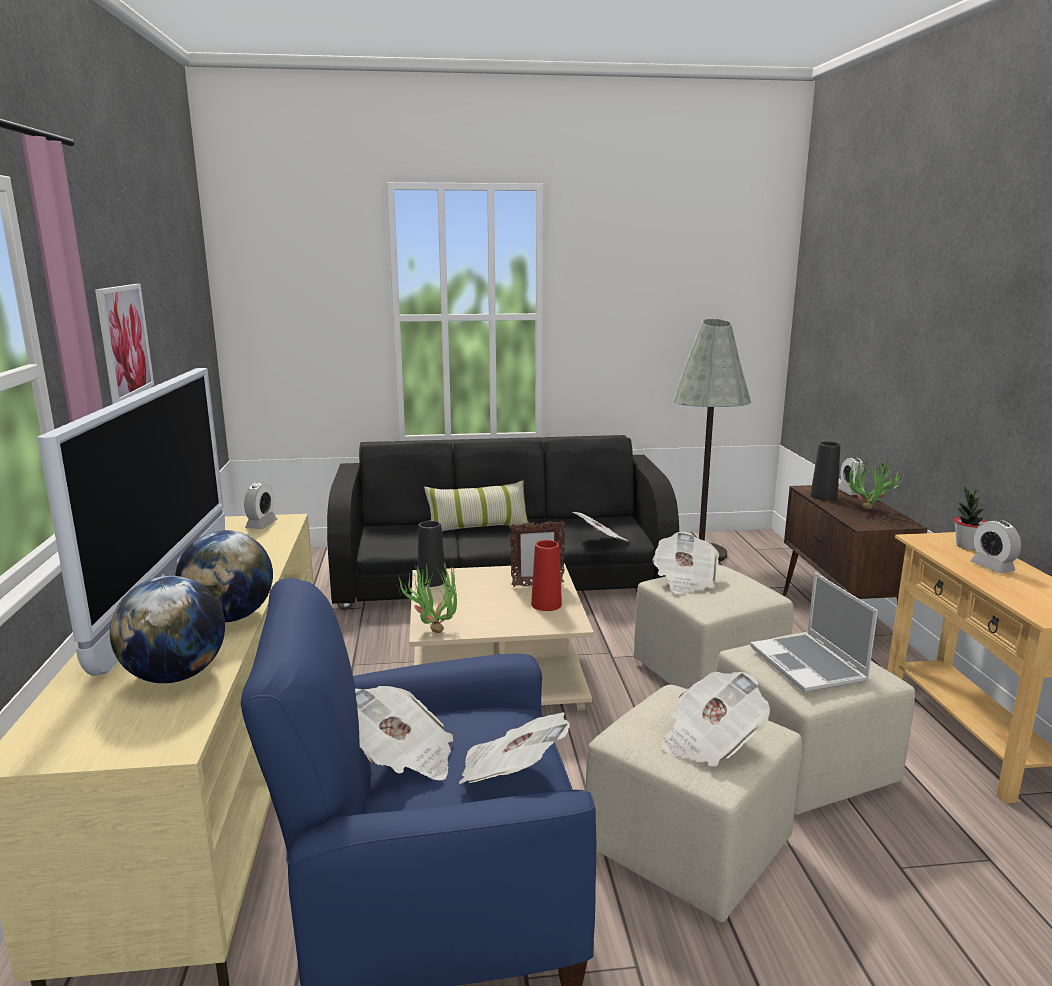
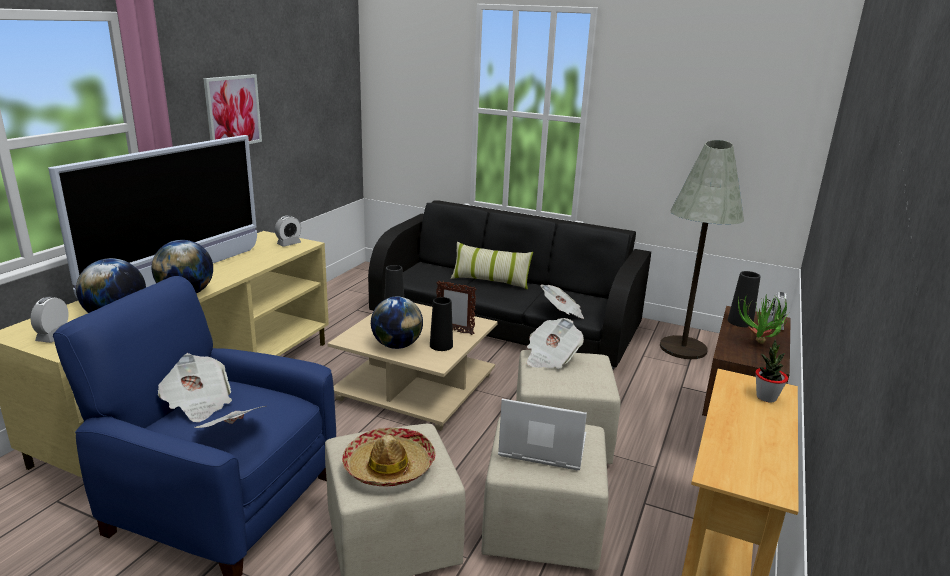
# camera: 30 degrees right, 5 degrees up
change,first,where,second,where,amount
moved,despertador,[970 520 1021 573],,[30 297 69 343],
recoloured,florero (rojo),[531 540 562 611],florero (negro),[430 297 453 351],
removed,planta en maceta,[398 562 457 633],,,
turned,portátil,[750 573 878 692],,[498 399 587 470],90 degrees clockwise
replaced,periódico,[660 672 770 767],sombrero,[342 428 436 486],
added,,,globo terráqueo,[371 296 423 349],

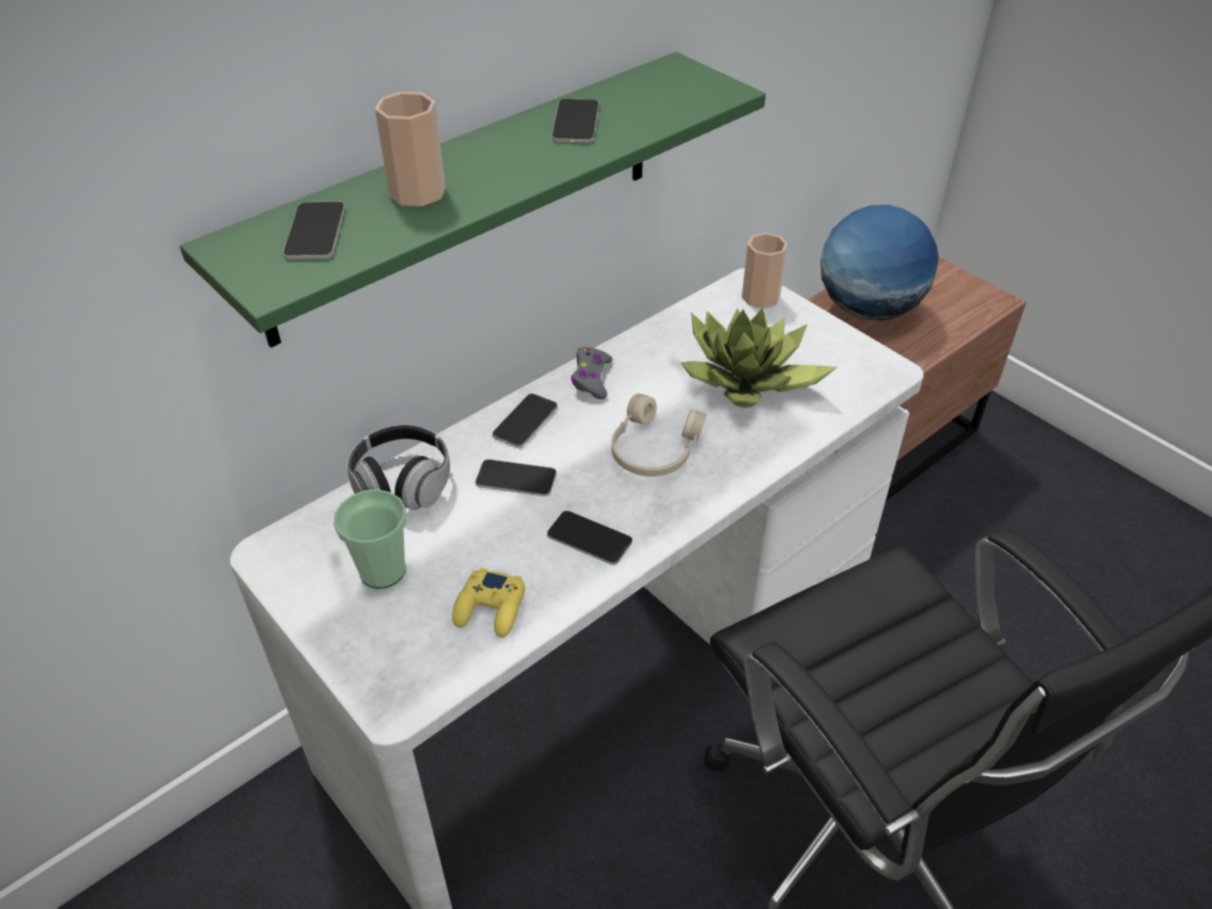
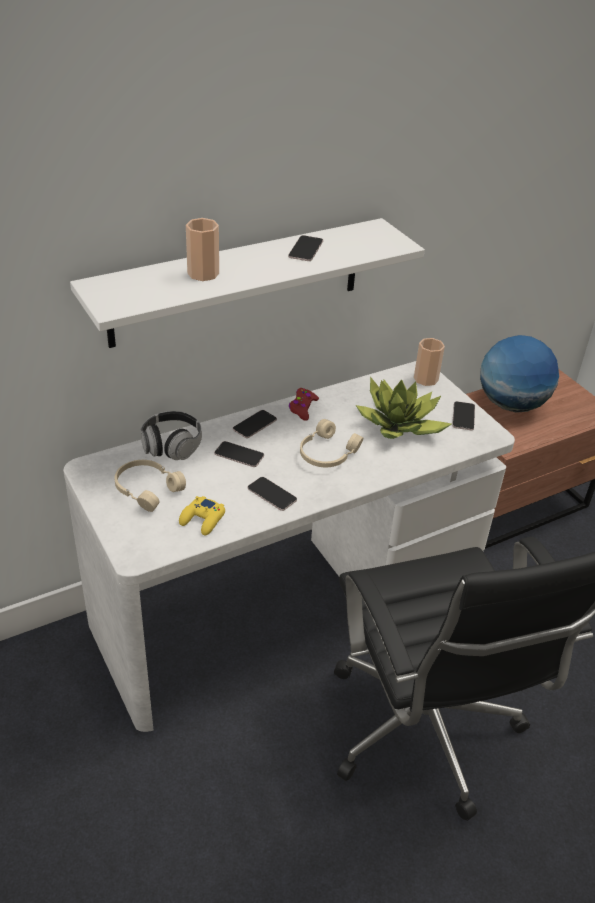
# camera: 10 degrees right, 5 degrees down
change,first,where,second,where,amount
recoloured,estante (verde),[180 52 766 348],estante (blanco),[70 218 425 348],
moved,móvil,[283 201 345 259],,[452 401 475 430],
recoloured,mando de consola (gris),[571 346 612 399],mando de consola (rojo),[289 388 319 421],
replaced,taza,[334 489 406 589],auriculares (beis),[114 460 186 512],

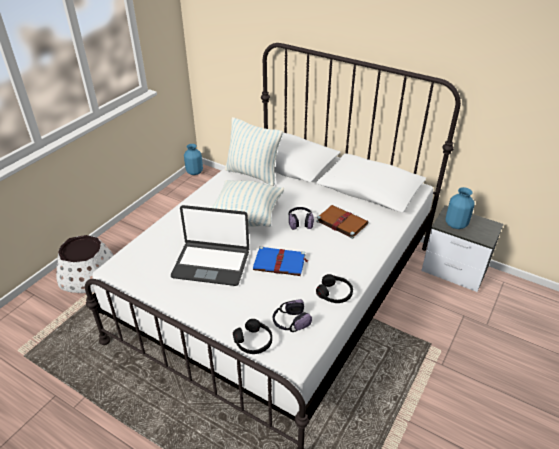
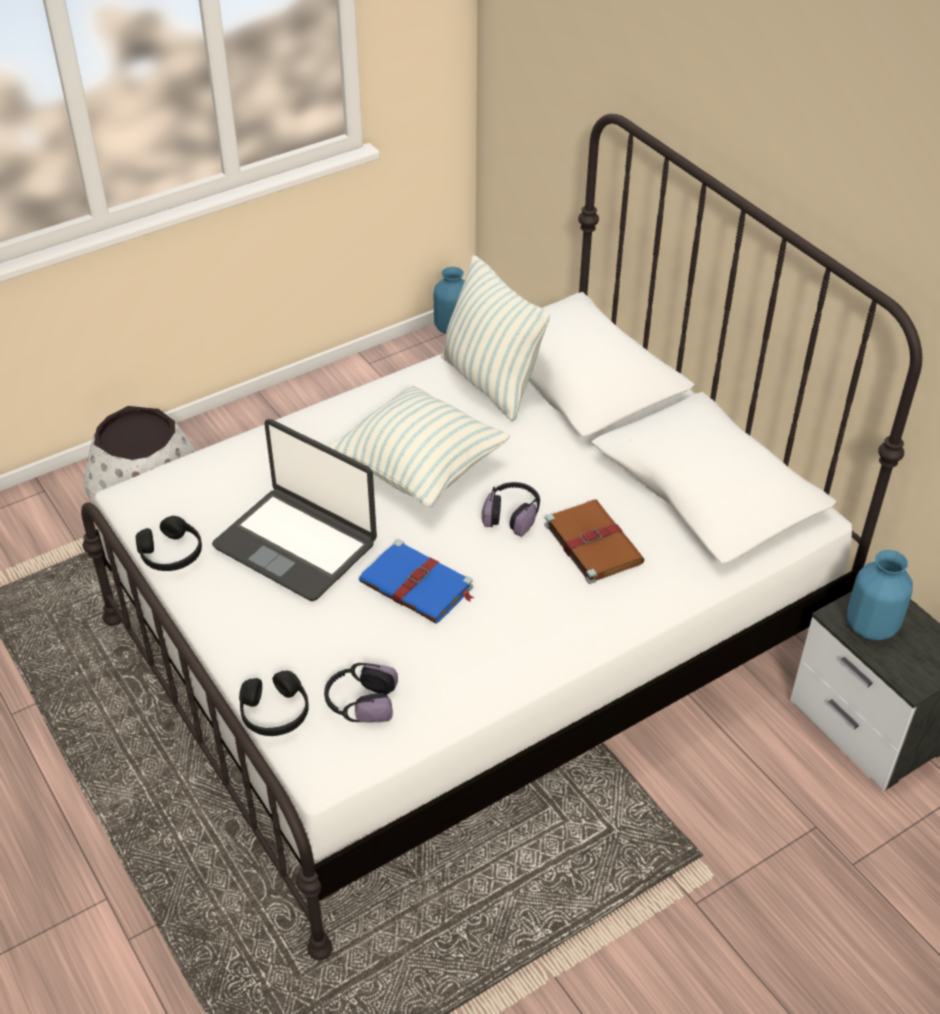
# camera: 25 degrees right, 5 degrees up
change,first,where,second,where,amount
moved,auriculares (negro),[316 274 353 303],,[136 516 202 571],

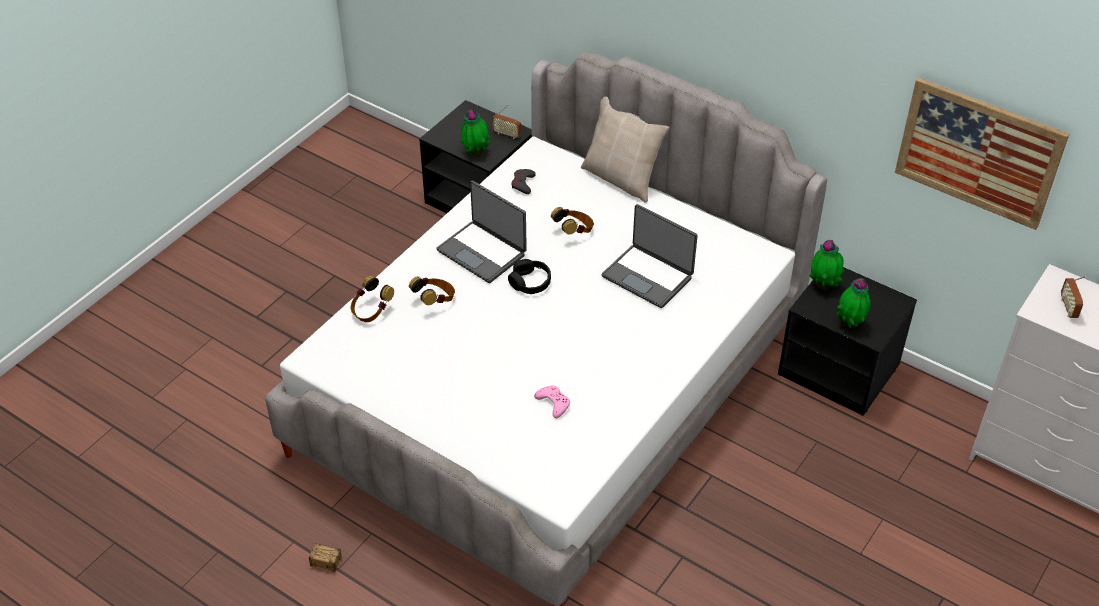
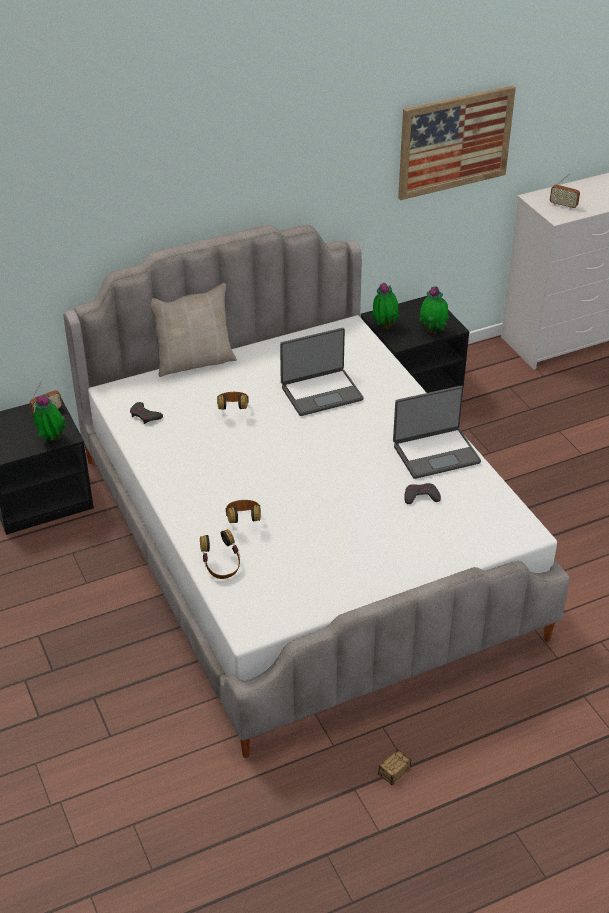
# camera: 60 degrees left, 5 degrees down
change,first,where,second,where,amount
moved,portátil,[436 181 527 283],,[393 386 481 479],
removed,auriculares (negro),[508 259 551 294],,,
recoloured,mando de consola (rosa),[534 385 570 418],mando de consola (gris),[404 483 441 504],

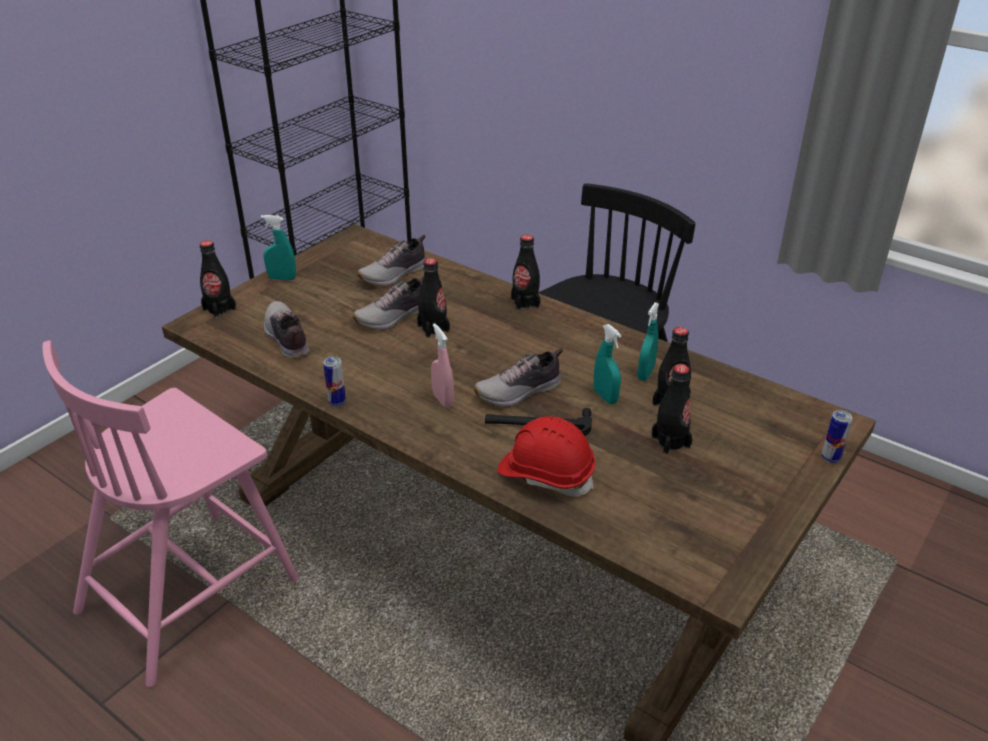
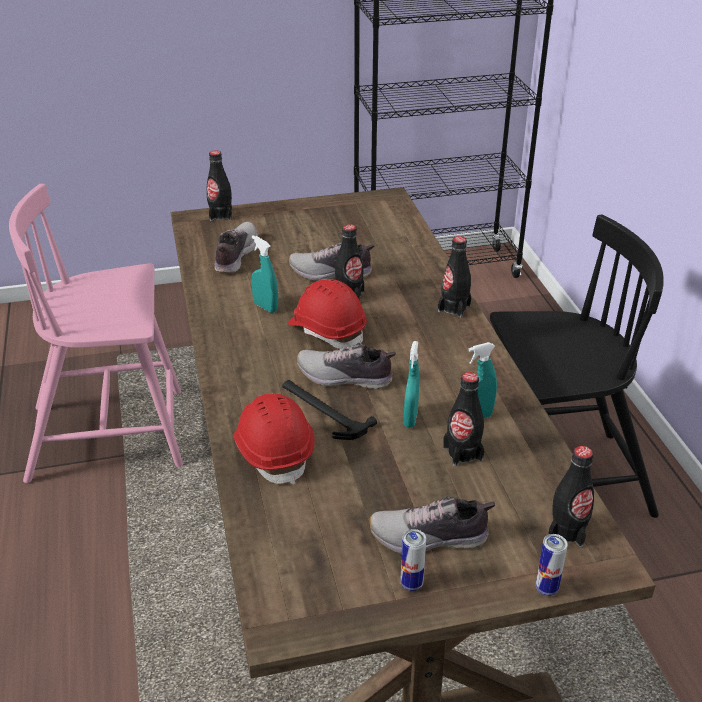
# camera: 40 degrees right, 0 degrees up
change,first,where,second,where,amount
moved,pulverizador (turquesa),[261 215 296 280],,[251 235 278 313],
moved,zapato,[357 235 426 287],,[369 496 495 554],
removed,pulverizador (rosa),[431 323 454 408],,,
moved,lata,[323 356 346 407],,[400 529 426 591],
moved,botella (negro),[651 364 692 454],,[548 446 594 547],
added,,,casco (rojo),[287 279 367 349],

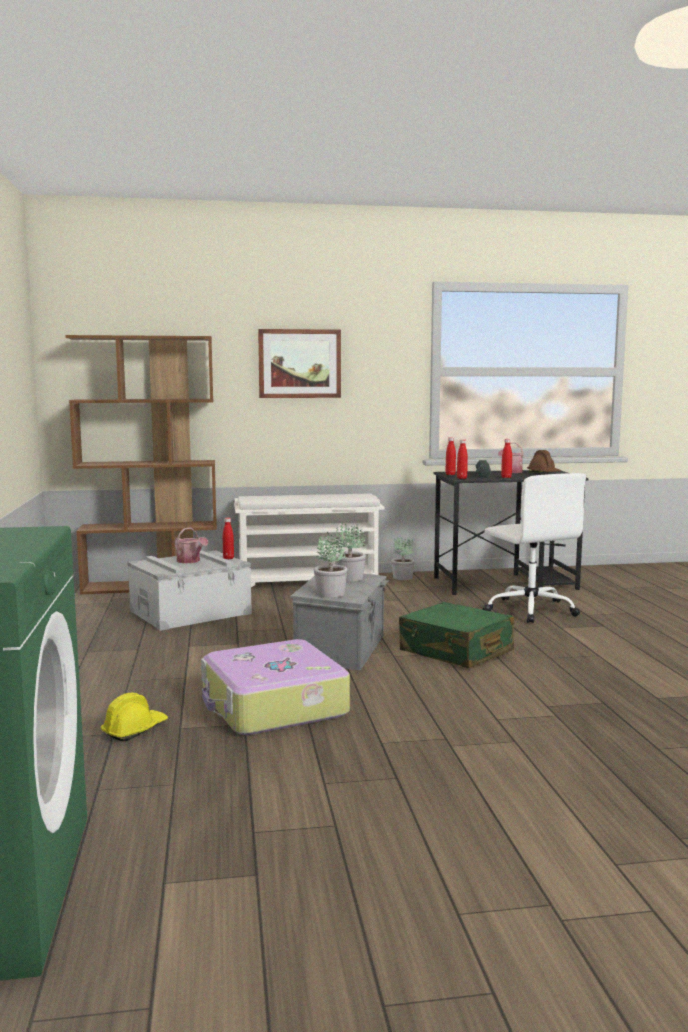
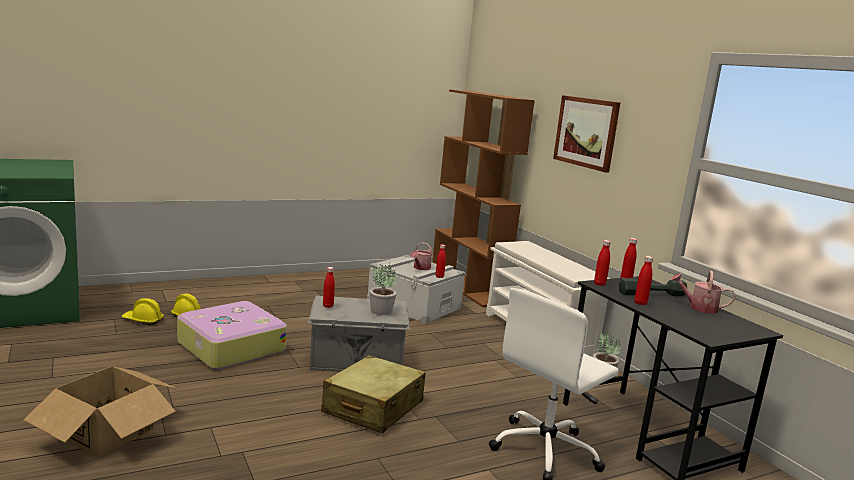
# camera: 70 degrees right, 5 degrees up
change,first,where,second,where,amount
removed,casco (marrón),[527 450 561 473],,,
replaced,planta en maceta,[314 532 348 598],botella (rojo),[323 267 335 308],
recoloured,maleta (verde),[399 602 514 668],maleta (beis),[321 355 426 433],
added,,,casco (amarillo),[122 298 164 325],
added,,,caja de cartón,[23 366 178 457],

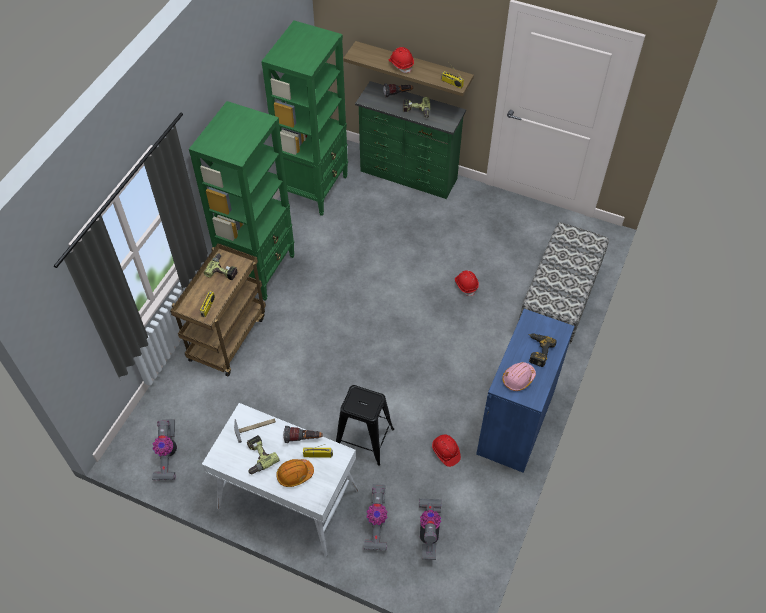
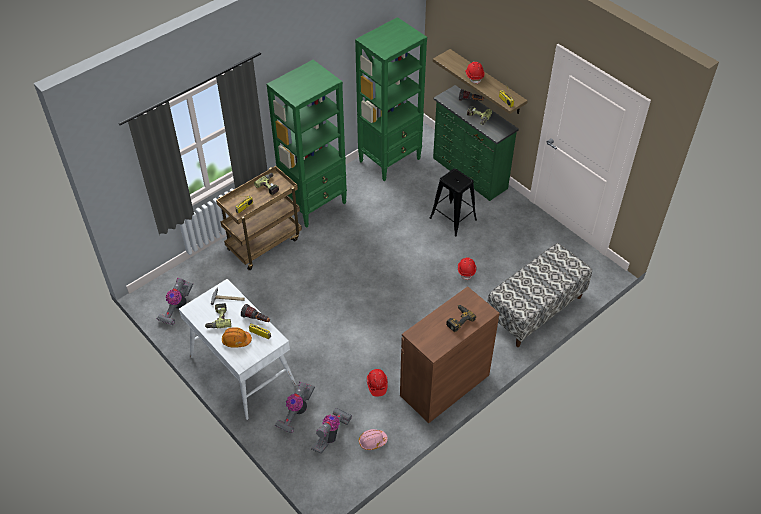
# camera: 25 degrees right, 5 degrees down
change,first,where,second,where,amount
recoloured,armario (azul),[476 309 574 473],armario (marrón),[400 286 500 423],
moved,casco (rosa),[502 362 536 391],,[359 429 388 450],
moved,taburete (negro),[336 385 394 466],,[430 169 477 237],

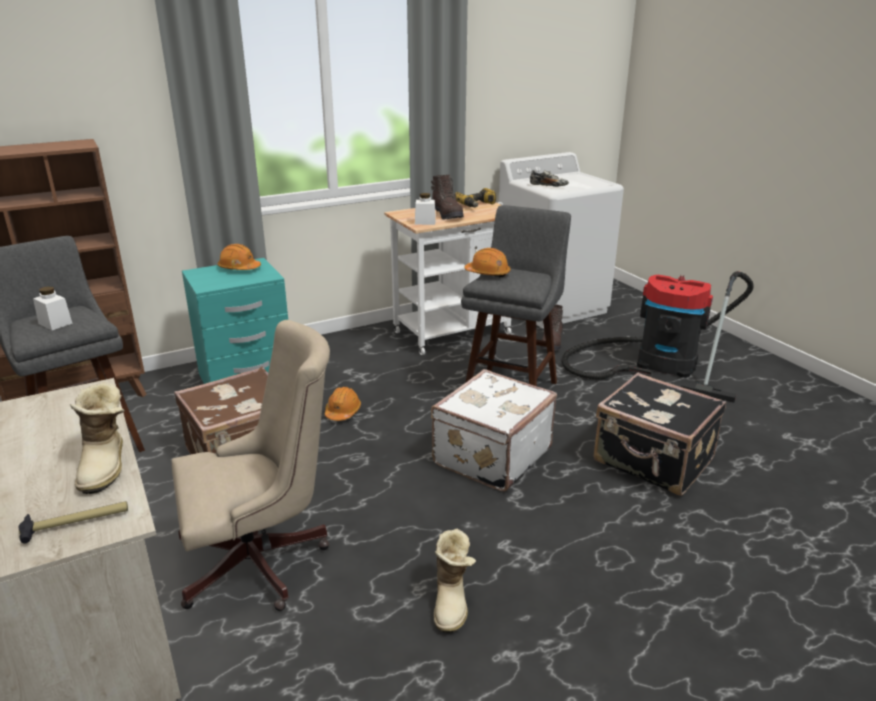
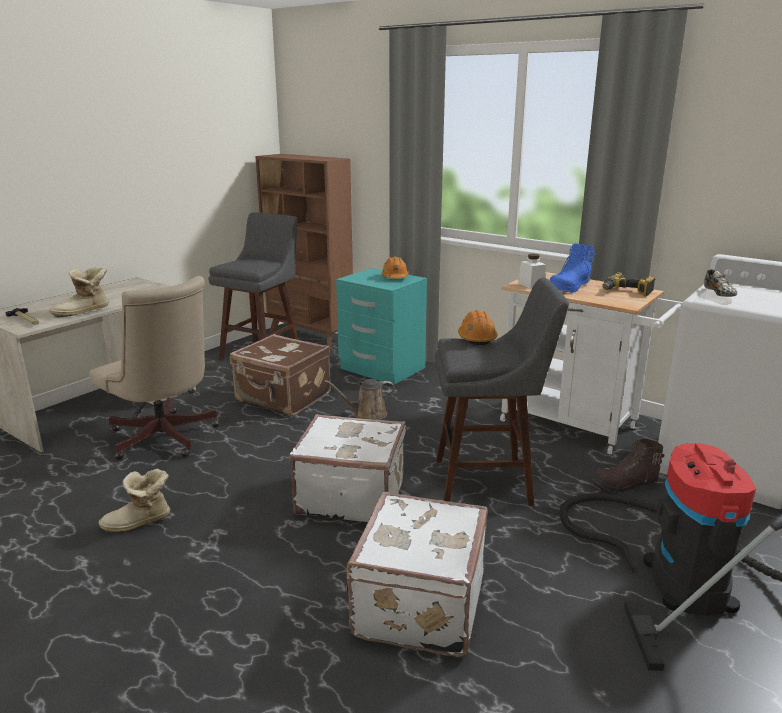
# camera: 65 degrees right, 5 degrees down
change,first,where,second,where,amount
recoloured,bota (marrón),[431 175 464 220],bota (azul),[550 243 596 293],
removed,tarro (blanco),[33 286 73 330],,,
recoloured,maleta (negro),[594 373 726 496],maleta (blanco),[346 492 488 657],
replaced,casco (naranja),[325 387 361 421],regadera (marrón),[324 379 395 420],

